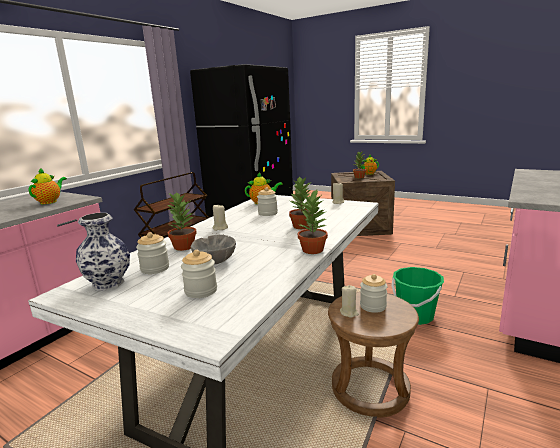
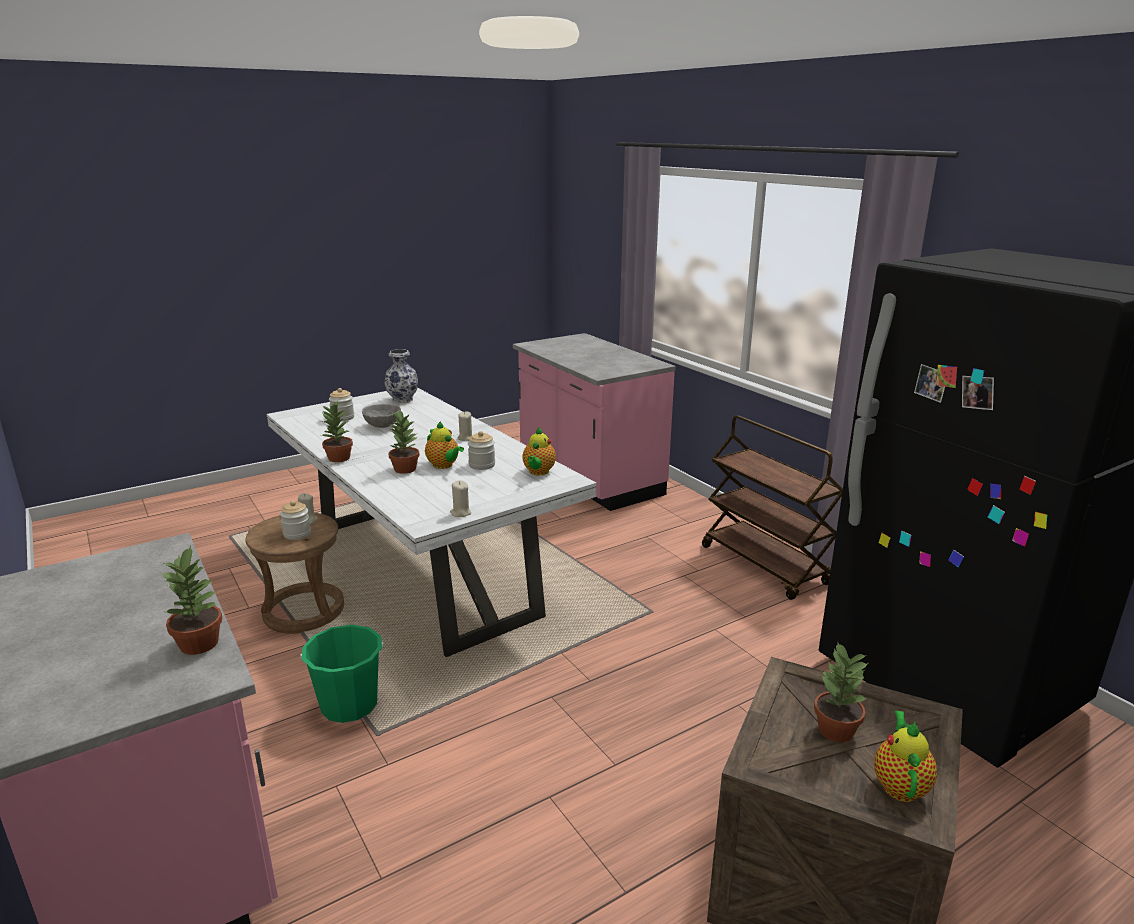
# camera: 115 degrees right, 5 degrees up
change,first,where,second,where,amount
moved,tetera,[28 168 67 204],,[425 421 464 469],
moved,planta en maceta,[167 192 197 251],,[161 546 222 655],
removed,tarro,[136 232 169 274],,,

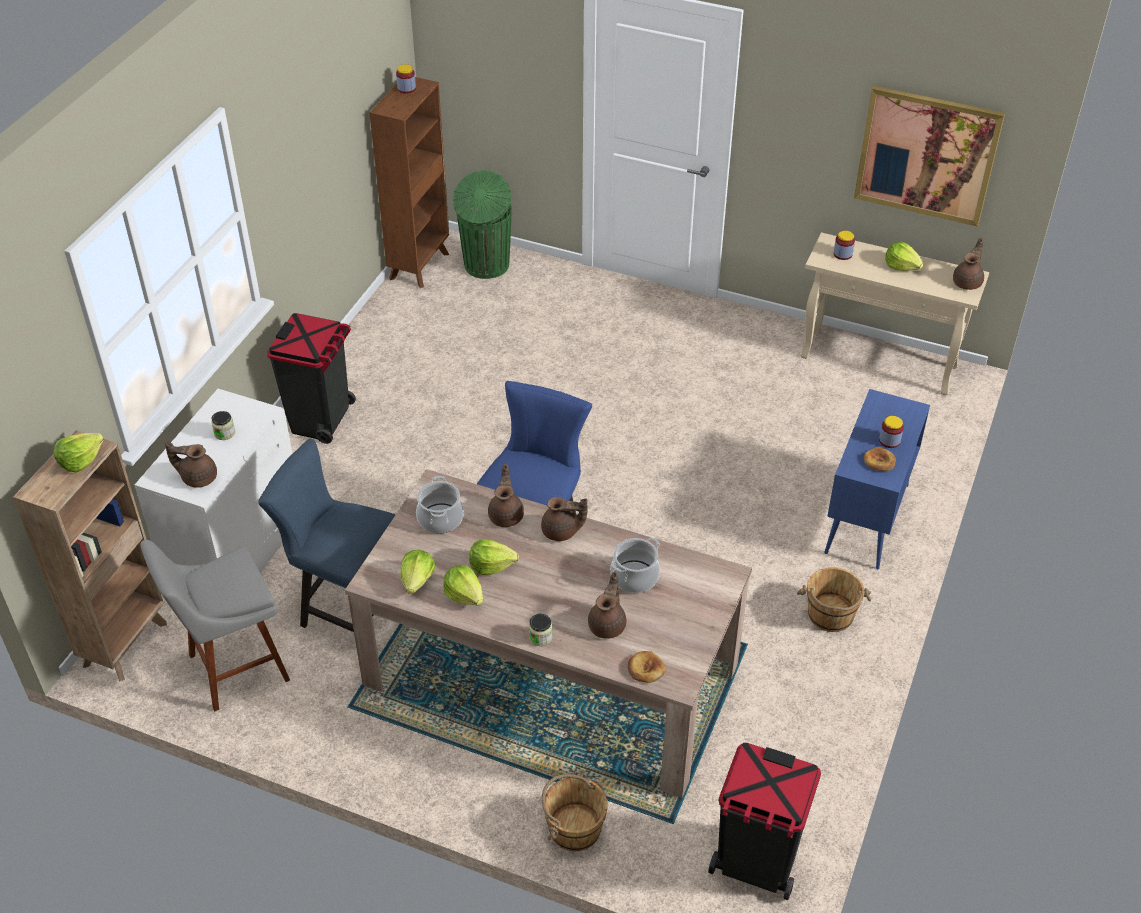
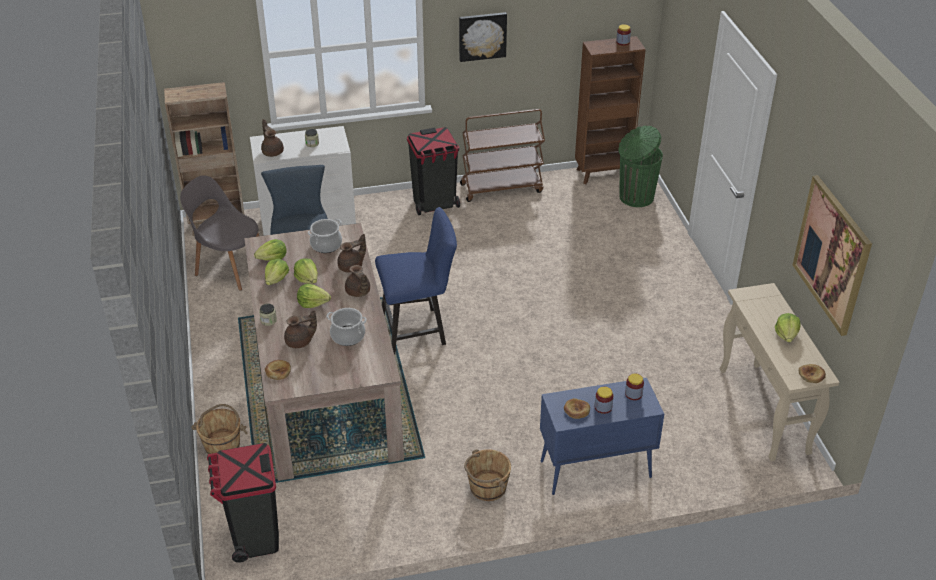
# camera: 55 degrees right, 5 degrees down
change,first,where,second,where,amount
moved,tarro,[834 231 855 260],,[625 374 644 400],
replaced,tetera (marrón),[953 238 984 290],pan,[799 364 826 383],
moved,lechuga,[54 433 104 473],,[297 283 331 308],
replaced,taburete (gris),[140 540 290 712],silla (gris),[180 176 259 291],
added,,,cuadro,[459 12 507 62],
added,,,carrito (marrón),[460 109 545 202],

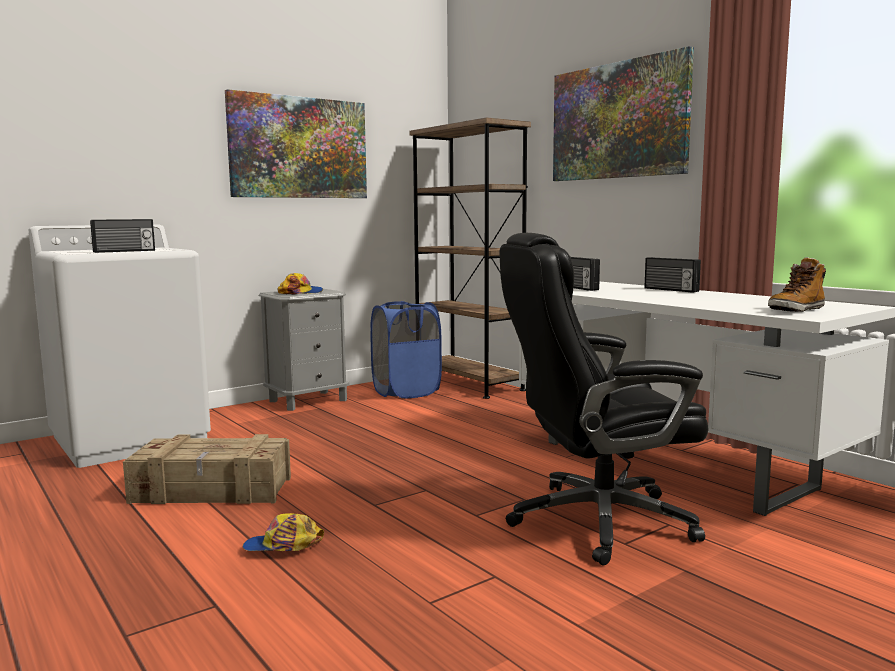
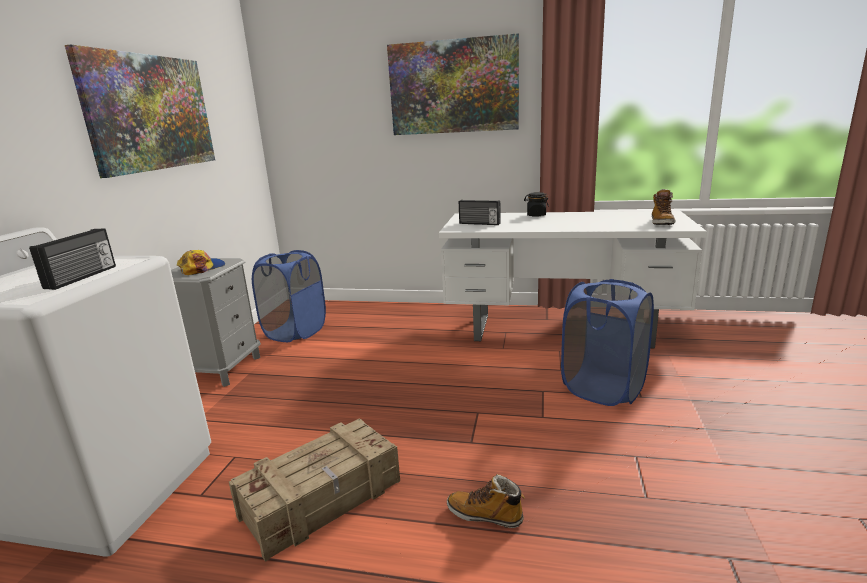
# camera: 40 degrees left, 10 degrees up
change,first,where,second,where,amount
removed,estantería (marrón),[410 117 531 399],,,
replaced,silla de oficina (negro),[499 233 708 565],cesto de la ropa (azul),[561 279 654 406],
replaced,radio,[645 257 701 293],tarro (negro),[524 192 549 217],
replaced,gorra,[243 513 324 551],bota,[447 474 525 528],

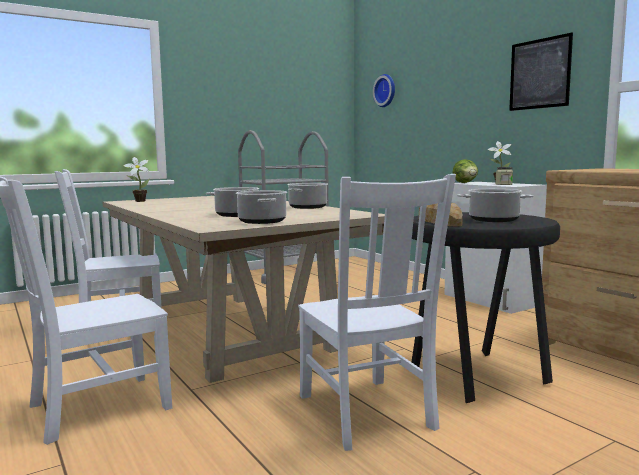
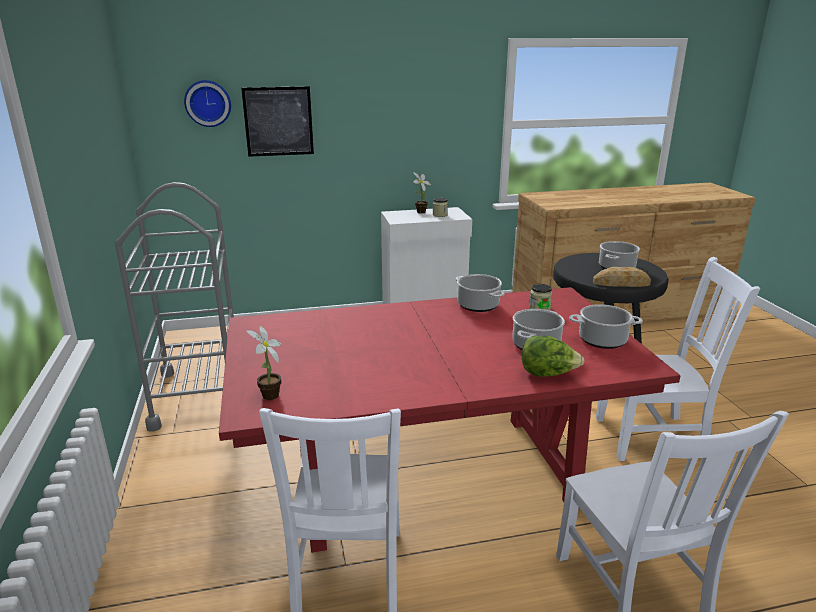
# camera: 70 degrees left, 15 degrees up
change,first,where,second,where,amount
moved,cuadro,[509 33 573 111],,[241 86 314 157],
moved,lechuga,[453 159 478 183],,[522 336 584 377],
recoloured,mesa de comedor (beis),[102 196 385 383],mesa de comedor (rojo),[219 287 681 553],
added,,,tarro,[529 284 552 310],

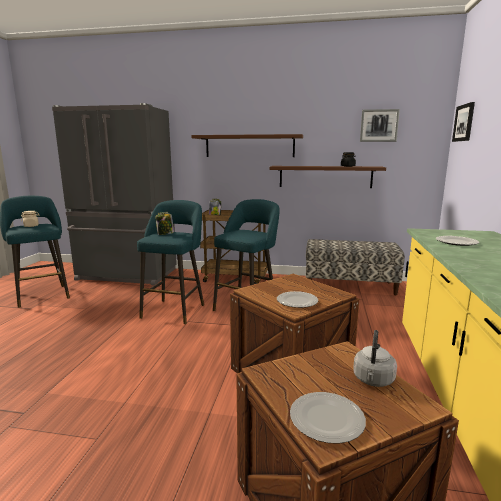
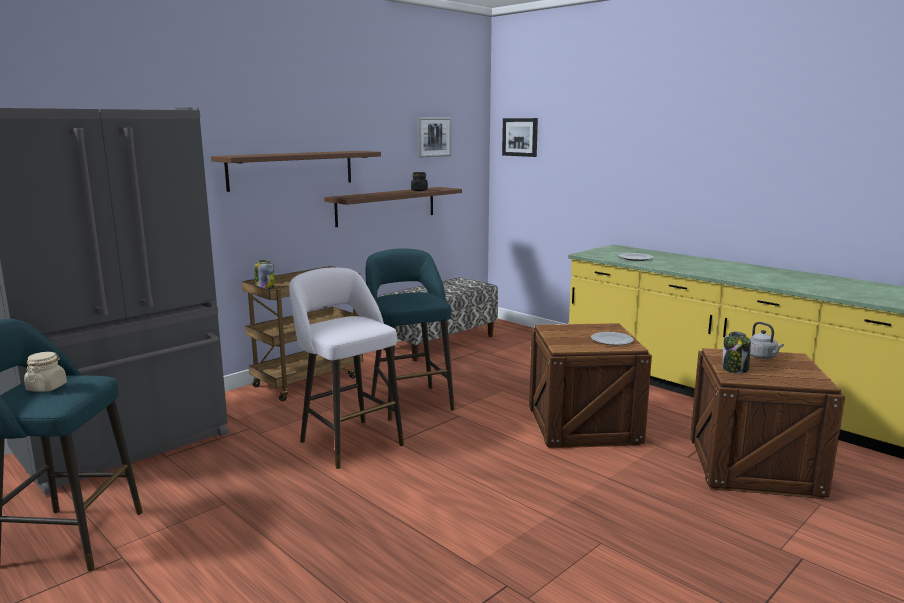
# camera: 55 degrees left, 0 degrees up
change,first,where,second,where,amount
recoloured,taburete (turquesa),[137 200 204 324],taburete (blanco),[289 268 404 469],
moved,tarro,[155 212 174 235],,[722 331 751 374],
removed,plato,[290 392 366 443],,,

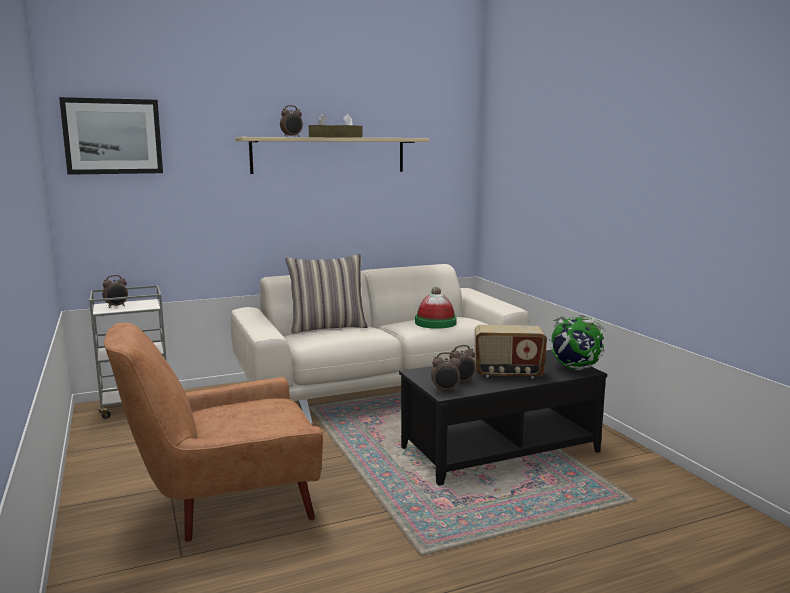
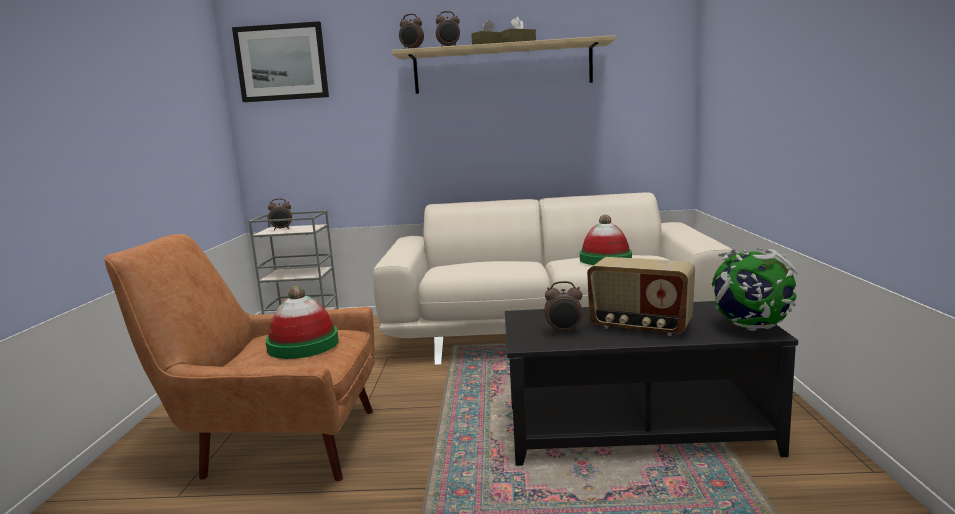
# camera: 25 degrees right, 0 degrees up
change,first,where,second,where,amount
removed,cojín,[285 254 368 334],,,
moved,despertador,[431 352 461 392],,[399 14 424 49],
added,,,sombrero,[266 286 339 359],

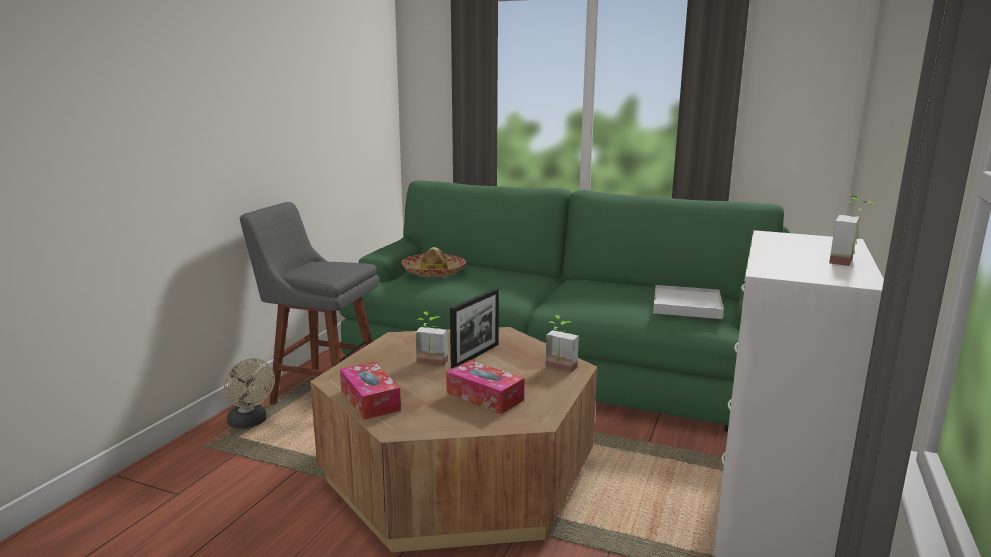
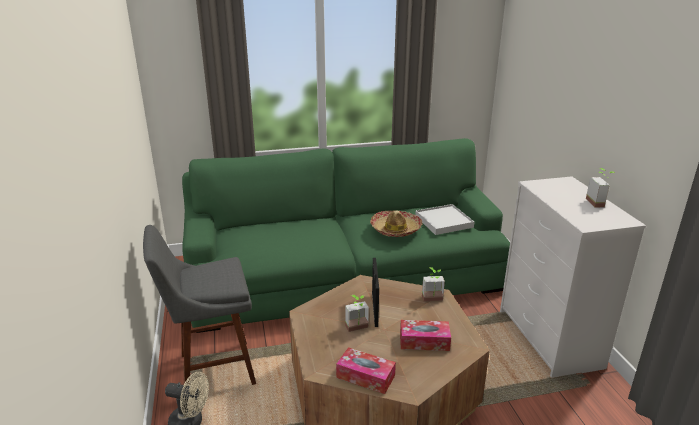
# camera: 35 degrees left, 10 degrees up
change,first,where,second,where,amount
moved,sombrero,[401 247 466 277],,[370 210 423 237],

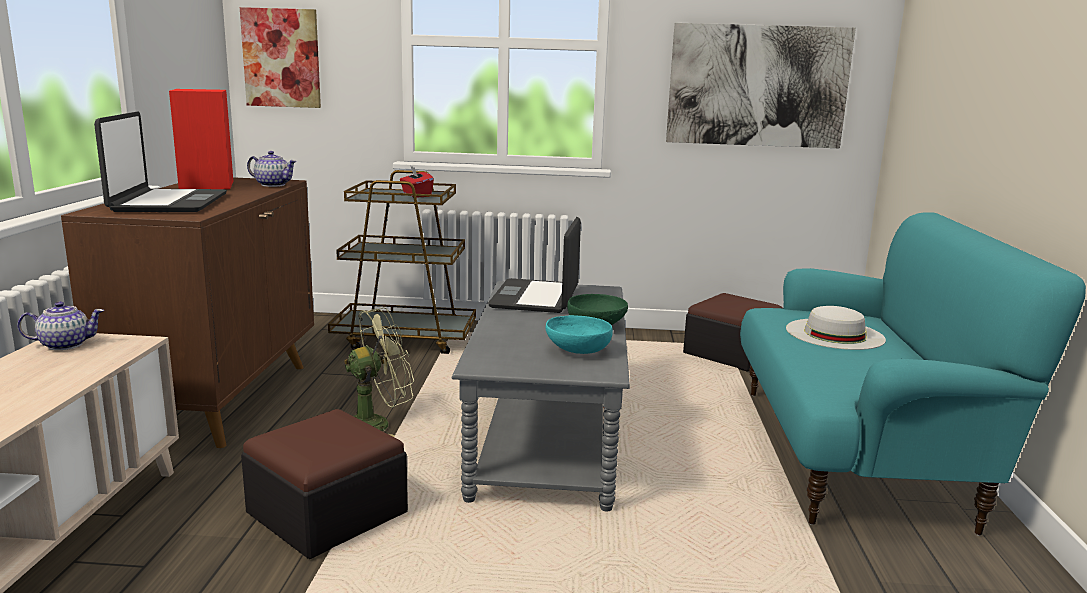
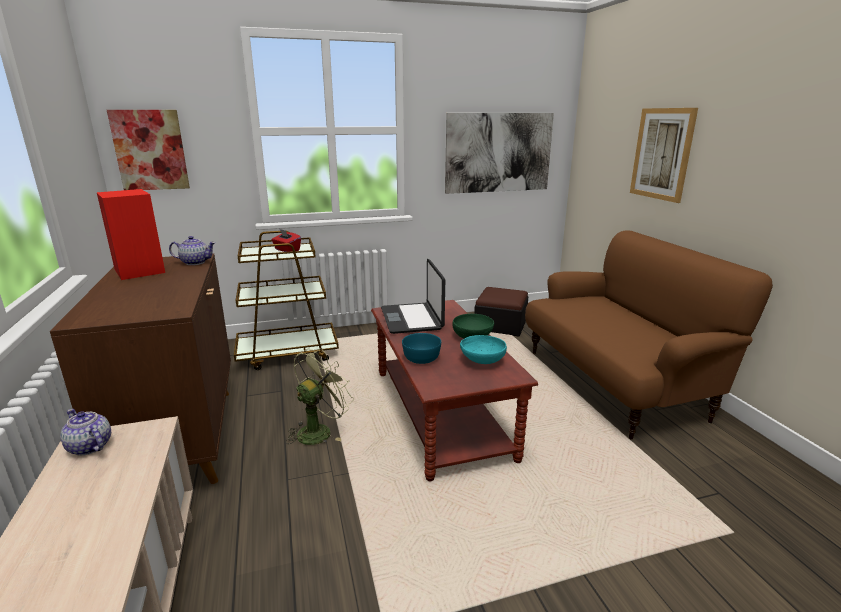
# camera: 20 degrees left, 5 degrees up
change,first,where,second,where,amount
removed,portátil,[94 111 227 212],,,
recoloured,sofá (turquesa),[740 212 1086 536],sofá (marrón),[525 230 773 440],
recoloured,mesa de centro (gris),[451 281 630 511],mesa de centro (marrón),[371 300 538 481],
turned,tetera,[17 301 104 350],,[60 409 111 456],105 degrees counterclockwise
removed,sombrero (blanco),[786 306 886 350],,,
removed,puf,[241 409 408 559],,,
added,,,cuadro,[630 108 698 203],
added,,,cuenco (turquesa),[402 333 441 364],

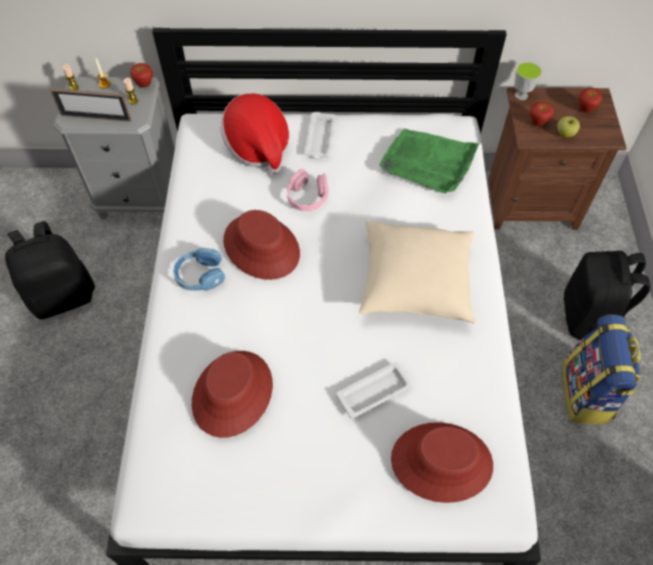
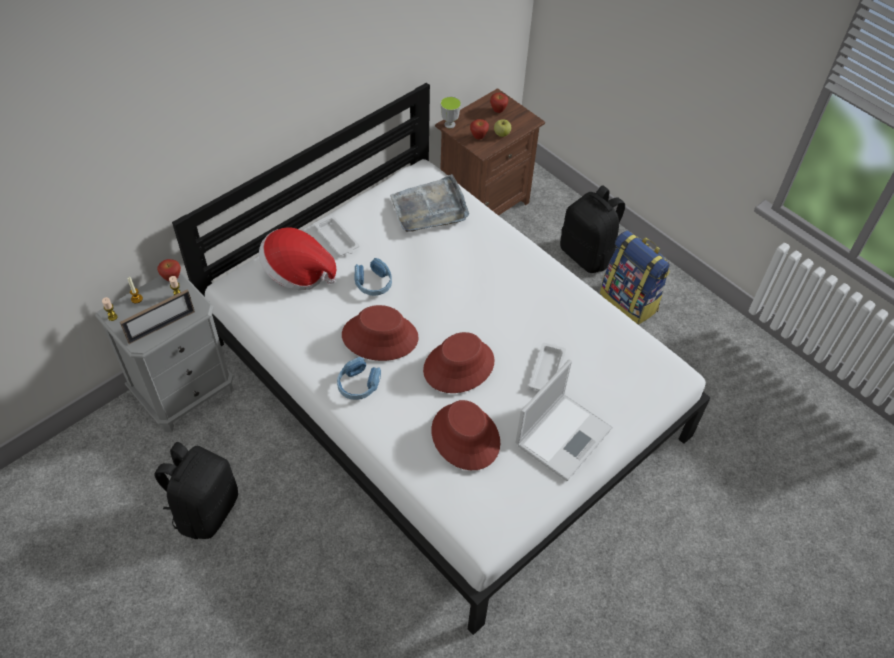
# camera: 45 degrees left, 5 degrees down
change,first,where,second,where,amount
recoloured,bandeja (verde),[379 128 479 193],bandeja (gris),[390 174 469 232],
recoloured,auriculares (rosa),[287 169 329 211],auriculares (azul),[355 258 392 296],
removed,cojín (beis),[359 221 475 324],,,
moved,sombrero (rojo),[391 422 493 503],,[423 332 494 393],
added,,,portátil,[515 360 613 481],

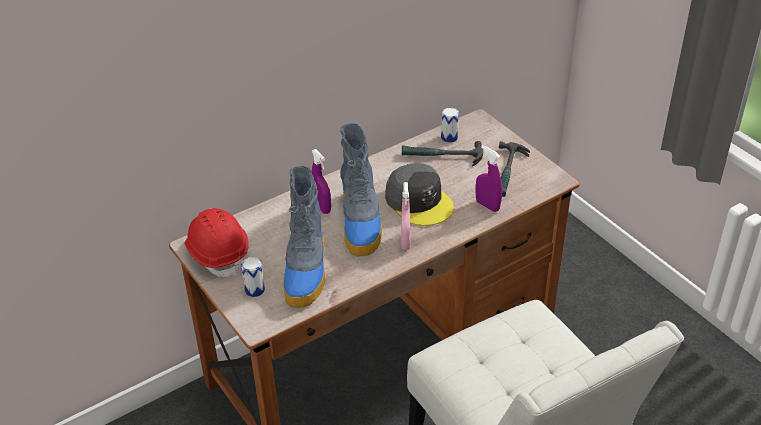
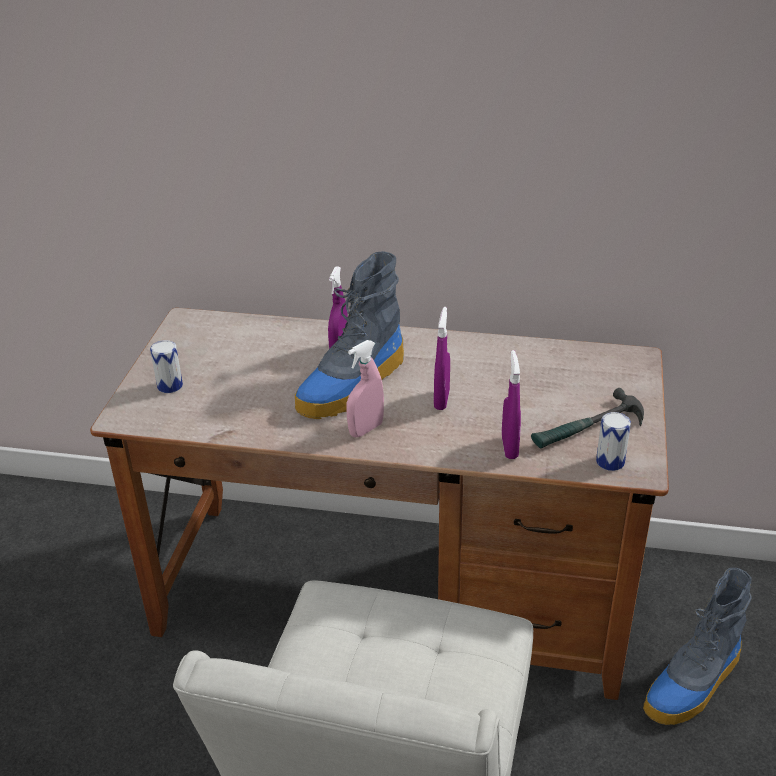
# camera: 45 degrees right, 5 degrees down
change,first,where,second,where,amount
moved,lata,[441 107 459 143],,[596 412 631 471],
removed,martillo,[402 141 483 167],,,
replaced,gorra (gris),[385 163 454 226],pulverizador (morado),[434 307 450 410],
moved,bota,[283 166 325 308],,[643 568 752 725],
removed,casco (rojo),[185 208 249 277],,,

